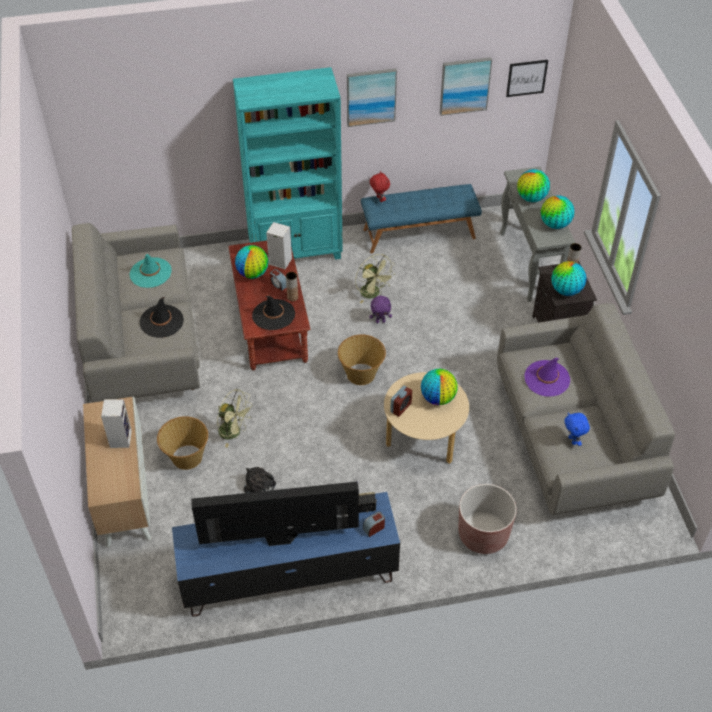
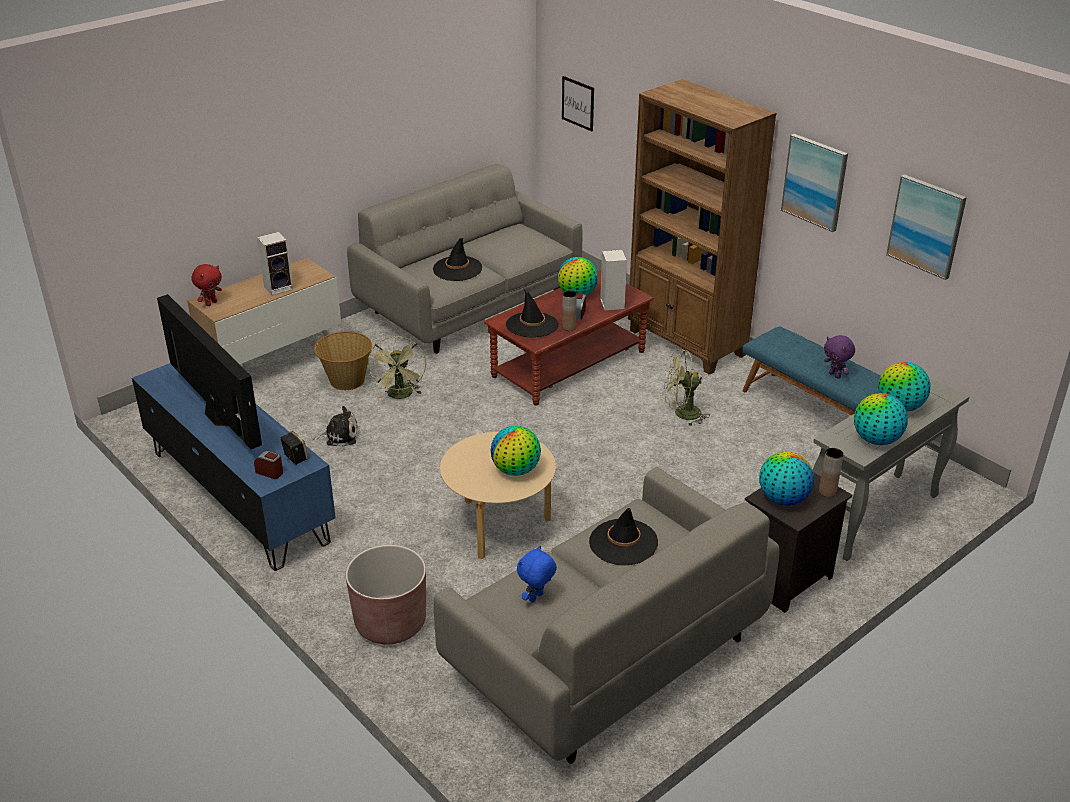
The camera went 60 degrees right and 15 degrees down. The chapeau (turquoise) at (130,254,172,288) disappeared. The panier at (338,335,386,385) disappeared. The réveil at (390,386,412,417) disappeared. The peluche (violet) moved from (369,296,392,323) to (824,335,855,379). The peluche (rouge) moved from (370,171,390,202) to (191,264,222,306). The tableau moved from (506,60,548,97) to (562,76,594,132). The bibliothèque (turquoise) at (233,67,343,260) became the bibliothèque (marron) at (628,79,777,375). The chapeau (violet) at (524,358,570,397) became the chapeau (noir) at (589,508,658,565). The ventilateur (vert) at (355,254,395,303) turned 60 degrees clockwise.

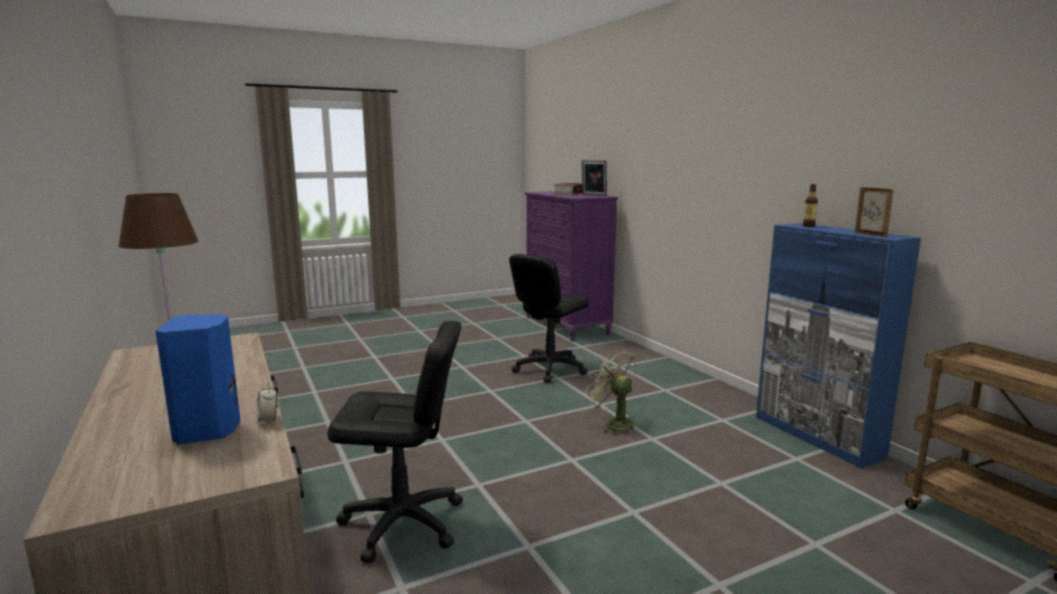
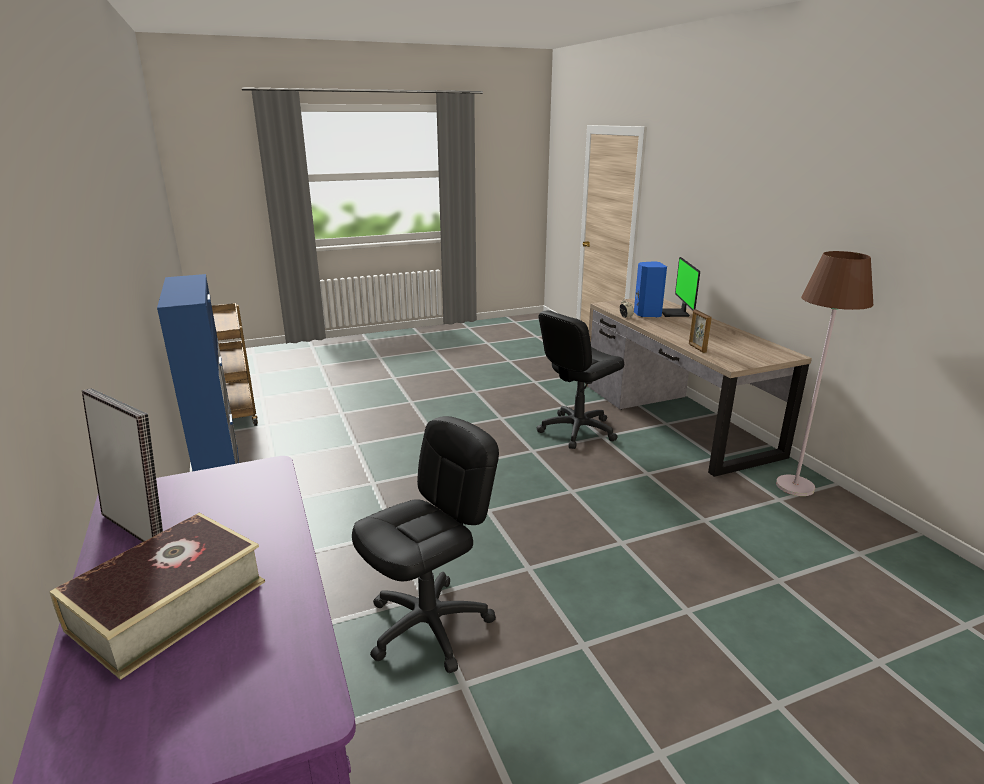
The camera went 175 degrees left and 10 degrees up. The ventilateur (vert) at (585,349,636,436) disappeared. The bouteille at (803,184,818,227) disappeared. The écran d'ordinateur at (662,257,700,317) appeared. The cadre photo moved from (855,187,893,237) to (689,309,712,353). The chaise de bureau (noir) at (327,321,463,563) turned 45 degrees counterclockwise.

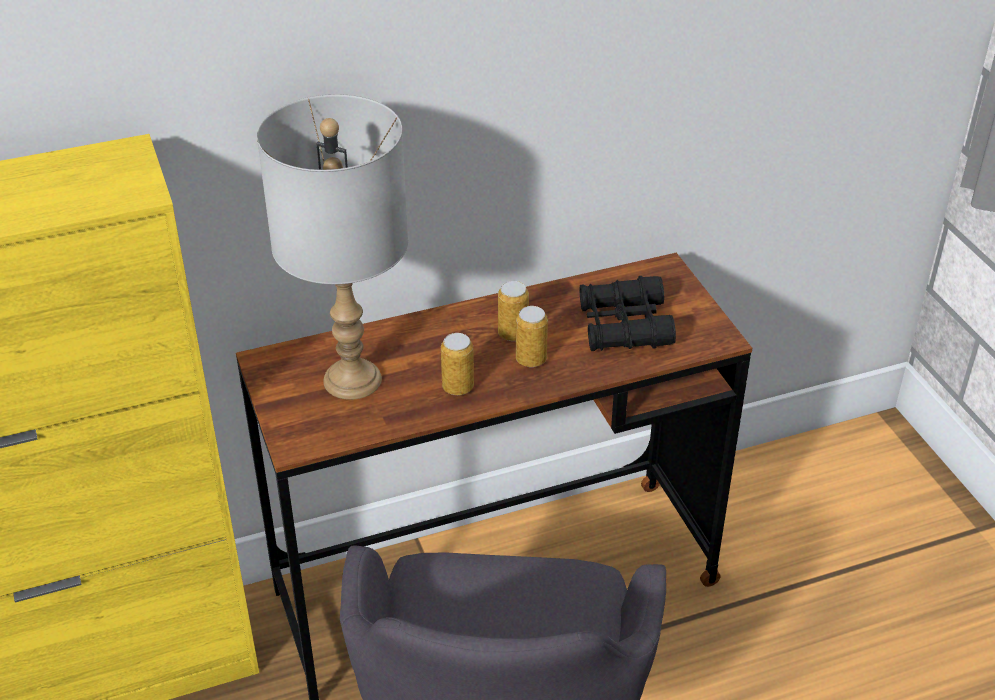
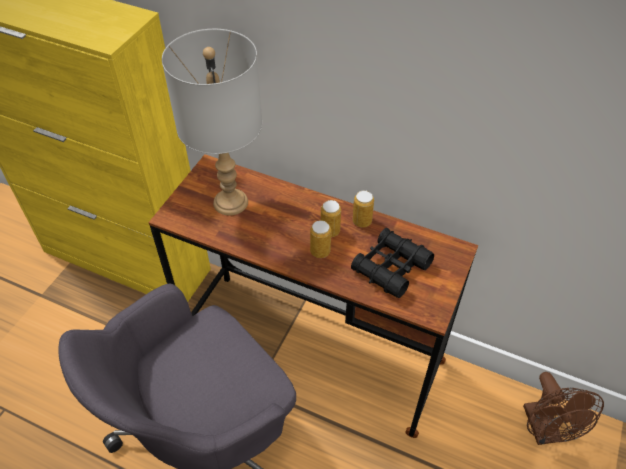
The camera went 45 degrees right and 10 degrees up. The ventilateur (marron) at (523,372,604,445) appeared. The boîte métallique moved from (441,333,474,395) to (353,190,374,227).

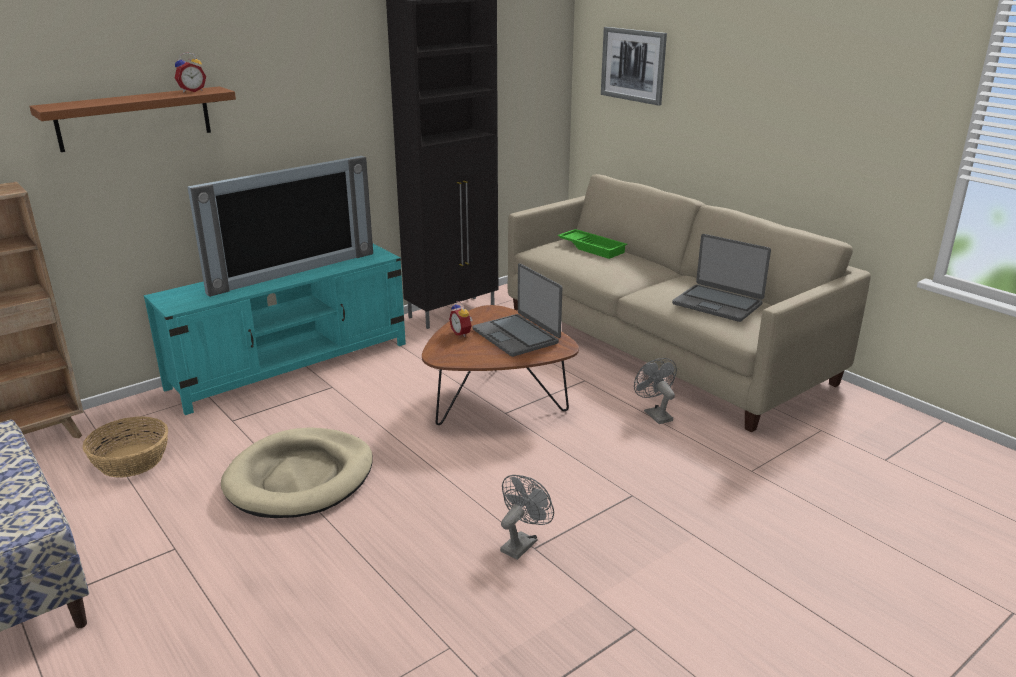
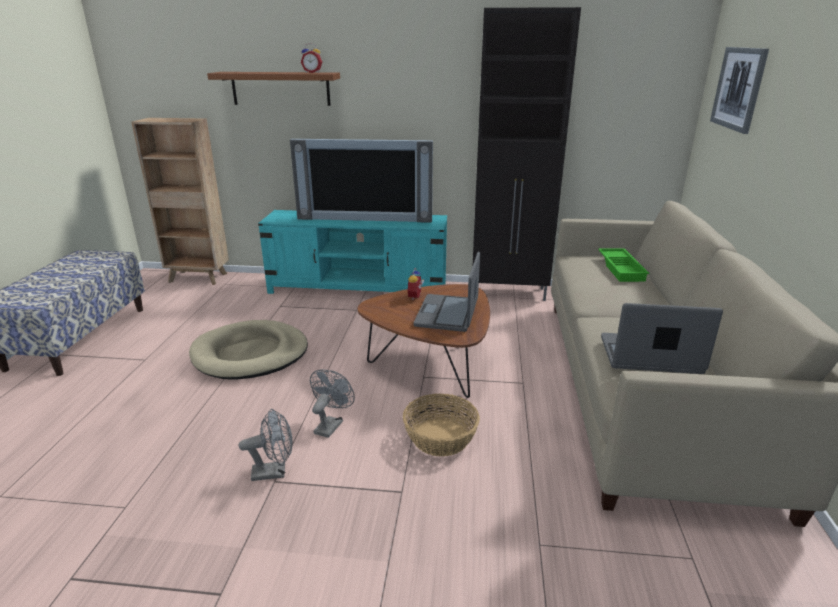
The camera went 45 degrees right and 0 degrees up. The panier moved from (83,417,168,478) to (403,394,480,456). The ventilateur (gris) moved from (634,358,677,424) to (310,369,355,438). The ordinateur portable at (672,234,771,322) turned 105 degrees clockwise.

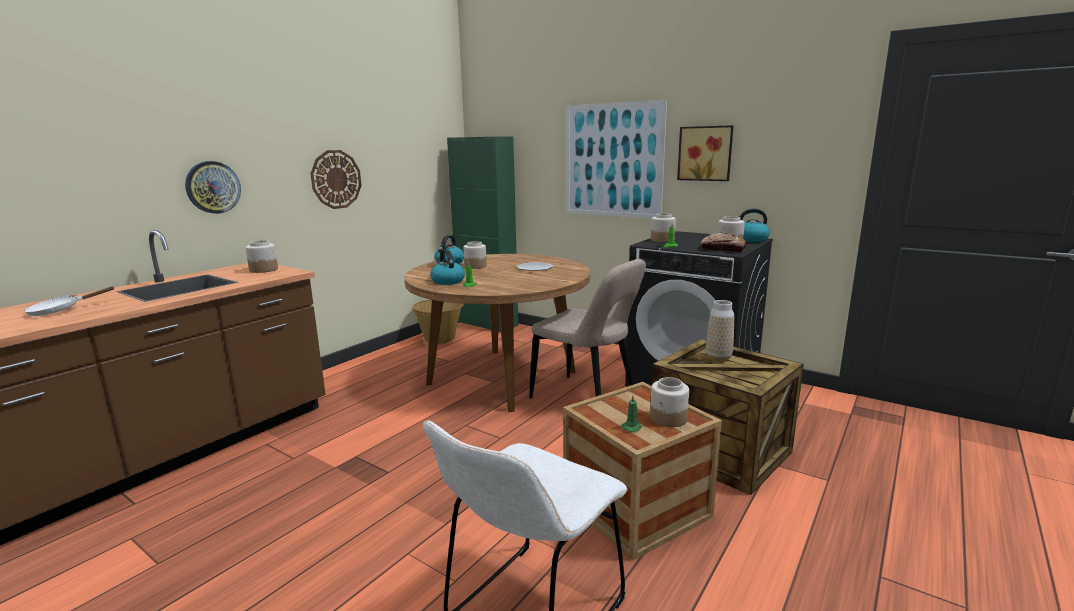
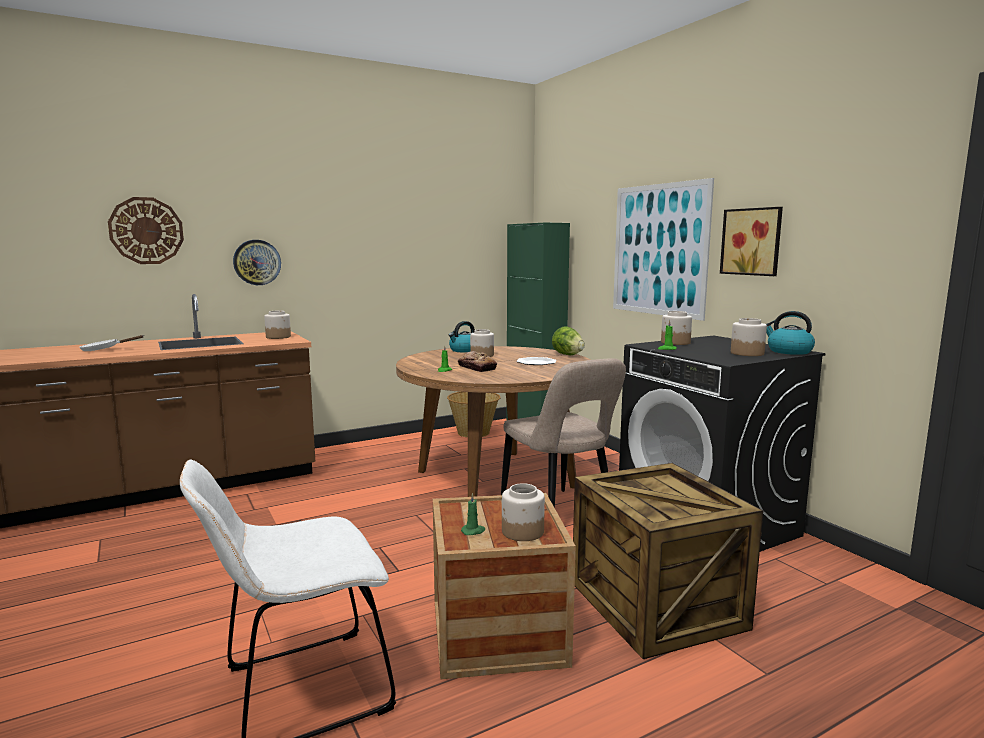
The camera went 25 degrees right and 5 degrees down. The bouilloire at (430,249,465,285) disappeared. The vase at (706,300,734,362) disappeared. The laitue at (552,326,585,355) appeared. The horloge murale moved from (310,150,362,209) to (108,197,184,264). The pain moved from (700,233,747,252) to (458,351,497,372).

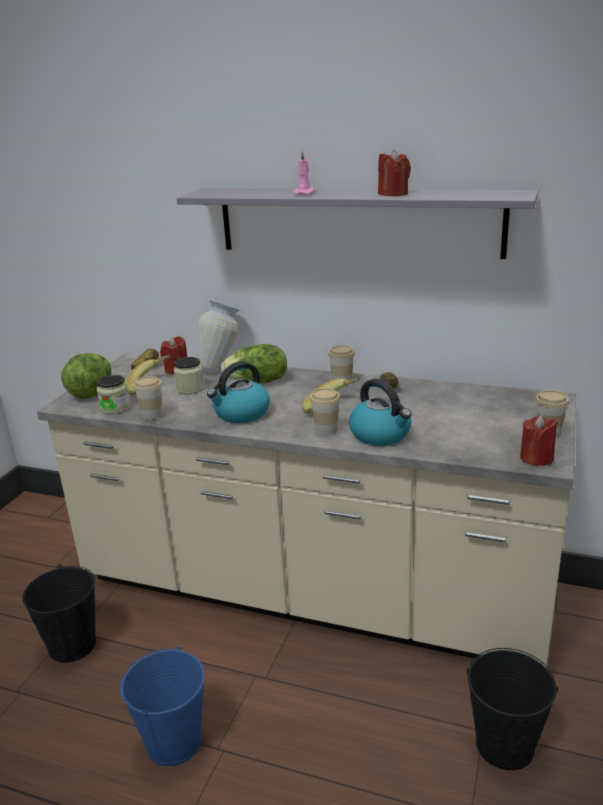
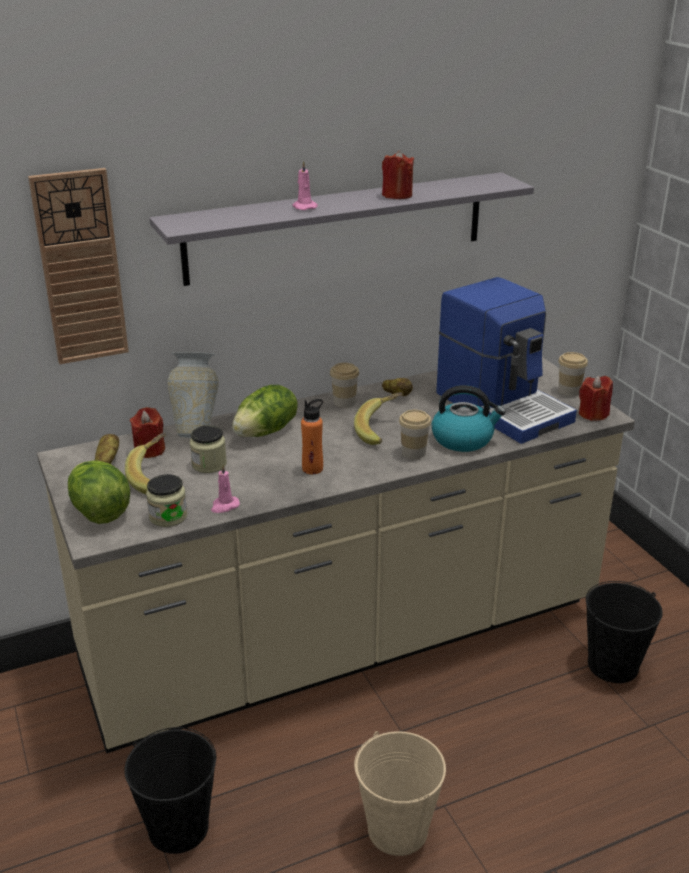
The camera went 45 degrees left and 5 degrees up. The horloge murale at (28,168,129,364) appeared. The machine à café at (436,277,577,444) appeared. The tasse at (133,376,163,420) was replaced by the bougie (rose) at (211,464,240,513). The bouilloire at (207,361,270,423) was replaced by the bouteille (orange) at (301,399,323,474). The seau (bleu) at (120,646,205,766) became the seau (beige) at (354,731,446,856).

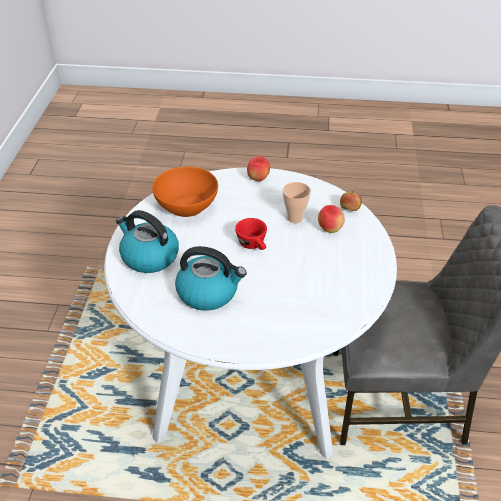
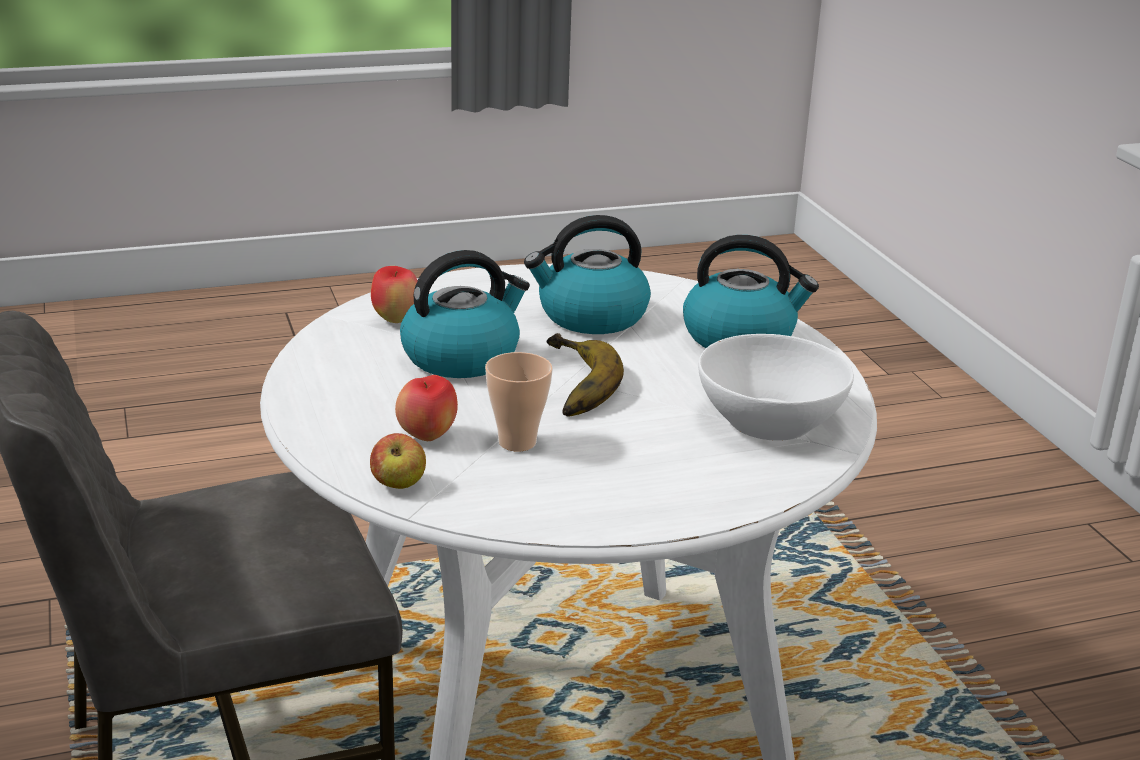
The camera went 155 degrees right and 15 degrees down. The bouilloire at (400,250,530,378) appeared. The pomme moved from (247,156,270,181) to (371,266,418,323). The tasse (rouge) at (235,218,267,250) was replaced by the banane at (547,333,624,416). The bol (orange) at (152,166,218,217) became the bol (blanc) at (698,334,854,441).

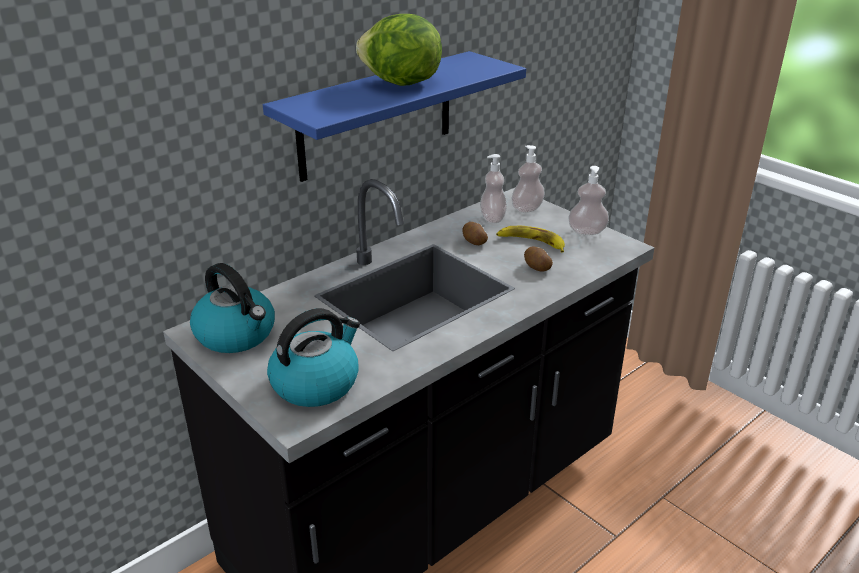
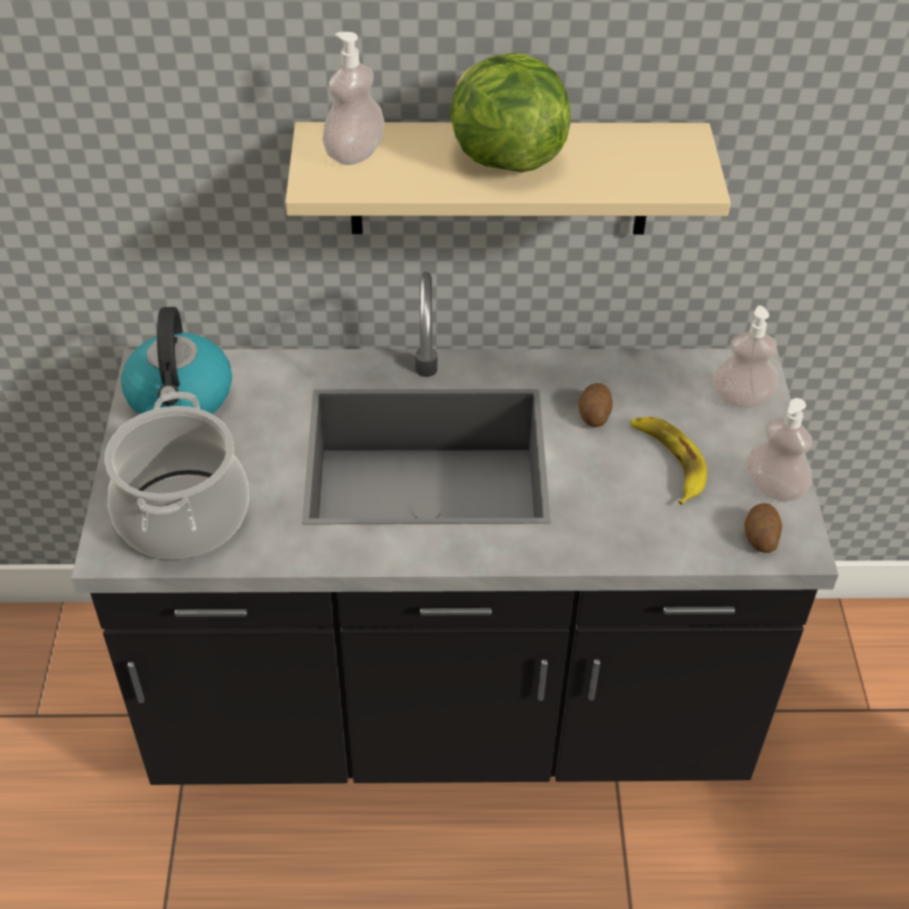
The camera went 40 degrees right and 15 degrees up. The distributeur de savon moved from (480,154,507,223) to (323,32,385,165). The pomme de terre moved from (524,246,553,272) to (744,503,782,553). The bouilloire at (267,308,360,407) was replaced by the marmite at (105,392,249,559). The étagère (bleu) at (263,51,526,182) became the étagère (beige) at (285,122,731,234).

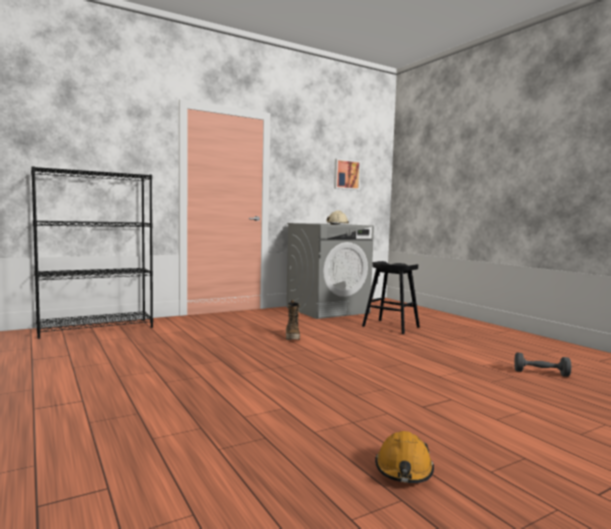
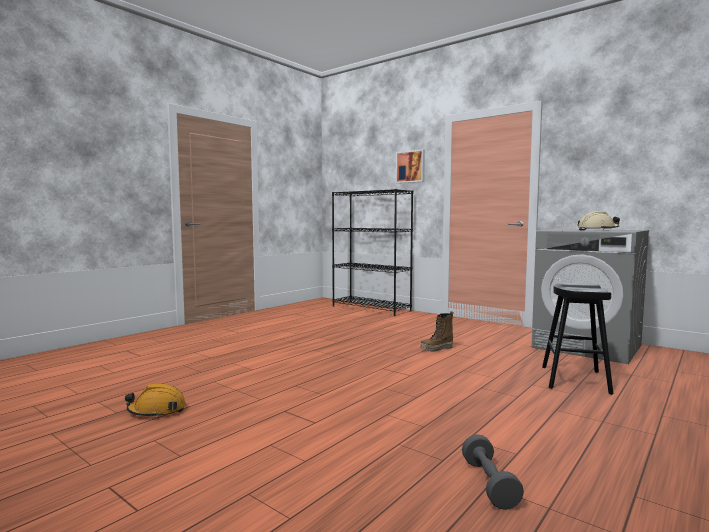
The camera went 70 degrees right and 0 degrees up. The tableau moved from (334,159,361,190) to (396,149,425,183).

